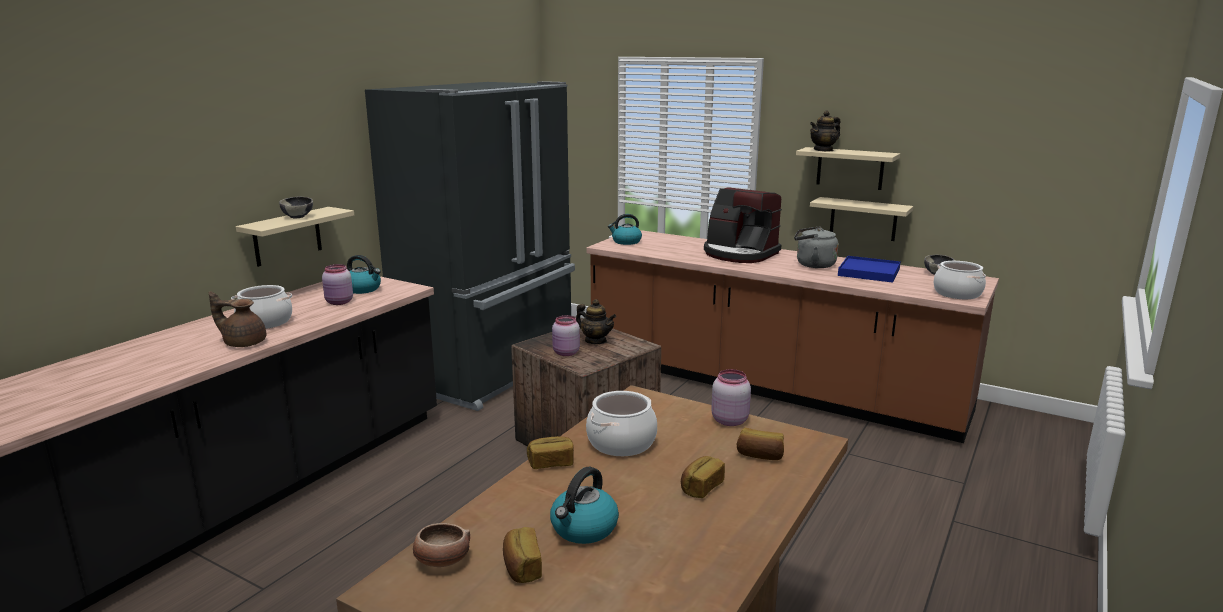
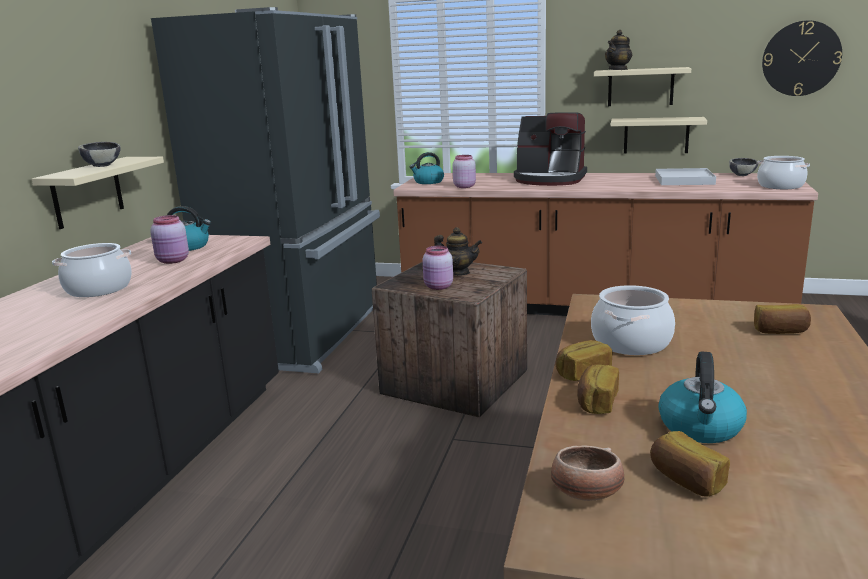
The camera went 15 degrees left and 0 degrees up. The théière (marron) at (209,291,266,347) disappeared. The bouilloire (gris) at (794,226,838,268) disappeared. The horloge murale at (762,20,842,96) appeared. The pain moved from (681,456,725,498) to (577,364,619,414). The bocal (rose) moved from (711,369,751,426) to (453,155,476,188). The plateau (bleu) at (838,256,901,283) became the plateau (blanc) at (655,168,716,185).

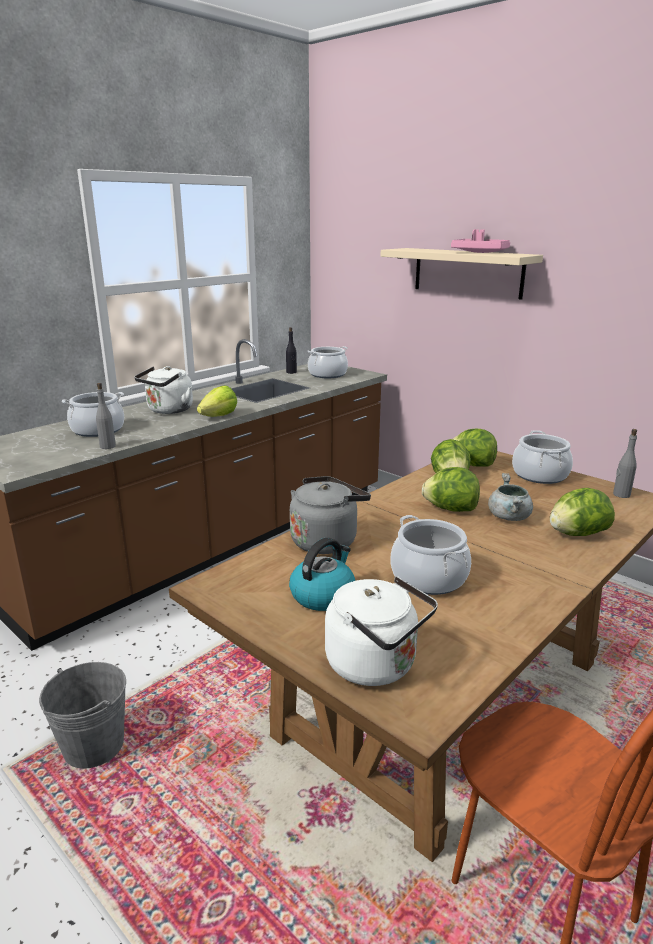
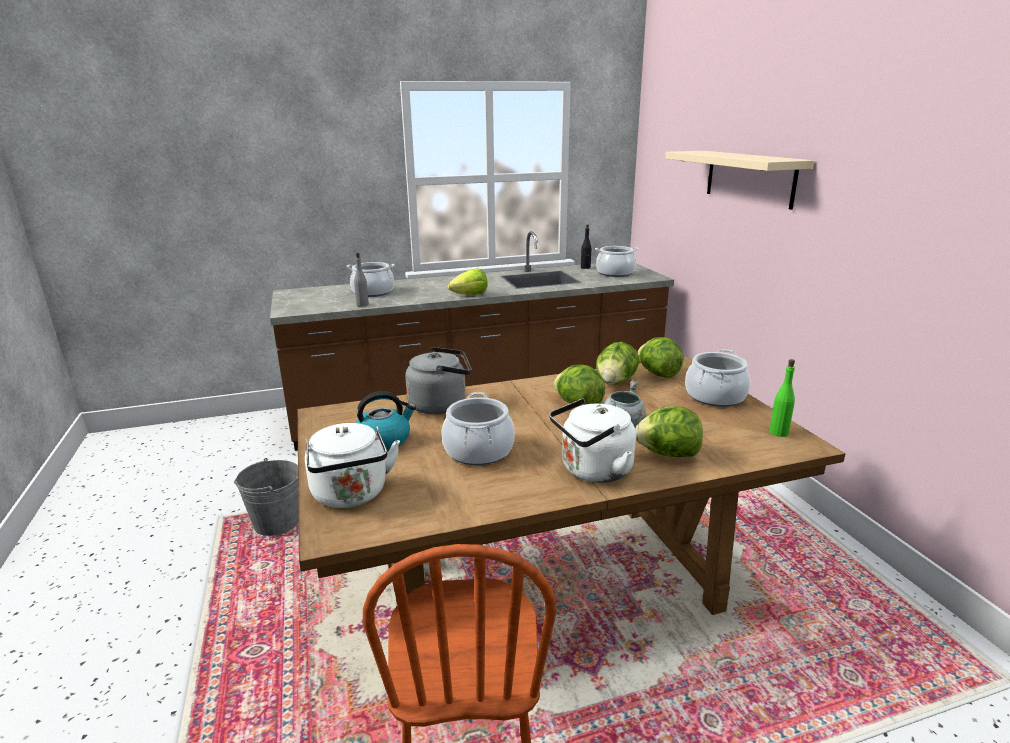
The camera went 30 degrees right and 0 degrees up. The plateau (rose) at (451,229,510,253) disappeared. The bouilloire (blanc) moved from (134,366,193,414) to (549,399,636,483). The bouteille (gris) at (613,429,637,498) became the bouteille (vert) at (769,359,795,437).

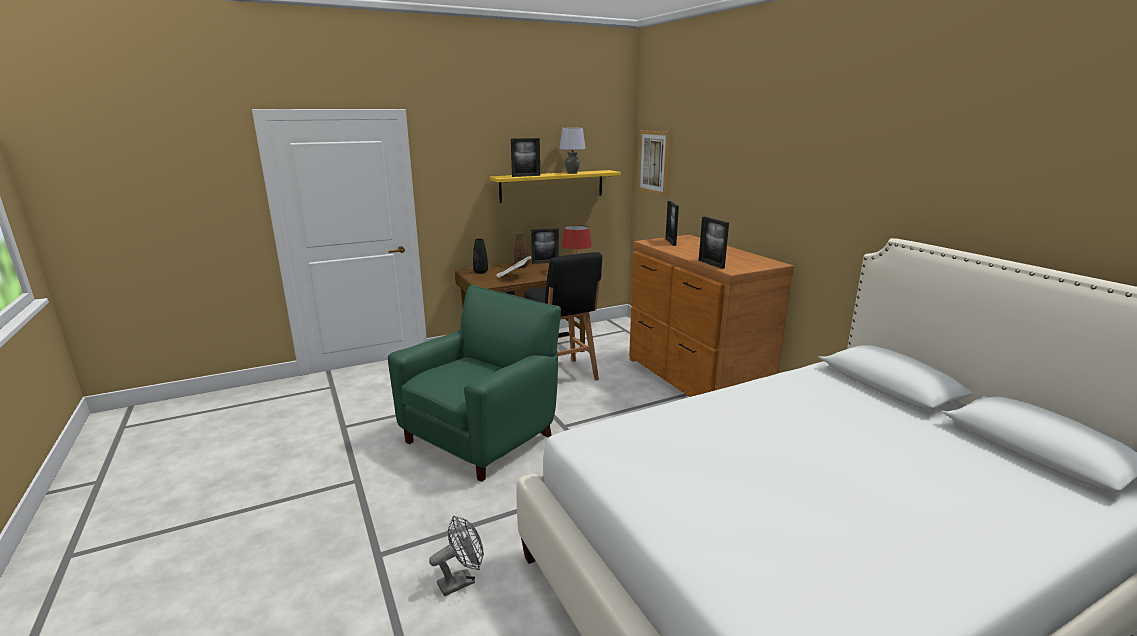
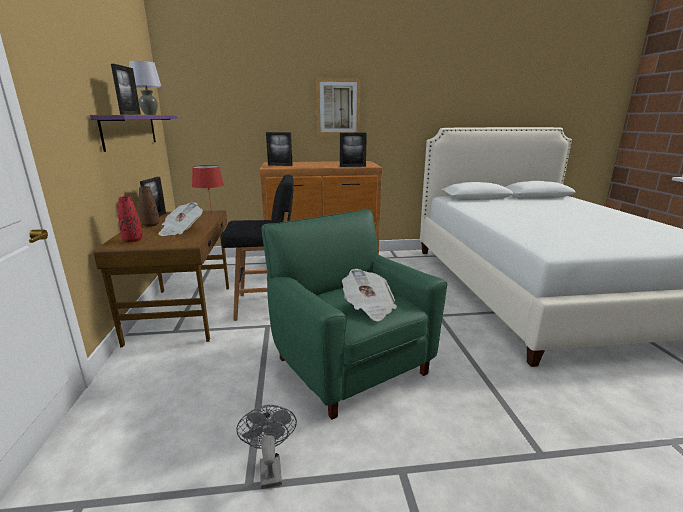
The camera went 70 degrees left and 0 degrees up. The journal at (342,269,397,321) appeared. The ventilateur (gris) moved from (429,516,484,596) to (236,405,297,489). The tableau moved from (637,130,670,196) to (316,78,360,135). The vase (noir) at (473,239,488,274) became the vase (rouge) at (118,196,143,242). The étagère (jaune) at (489,170,621,203) became the étagère (violet) at (90,115,177,152).

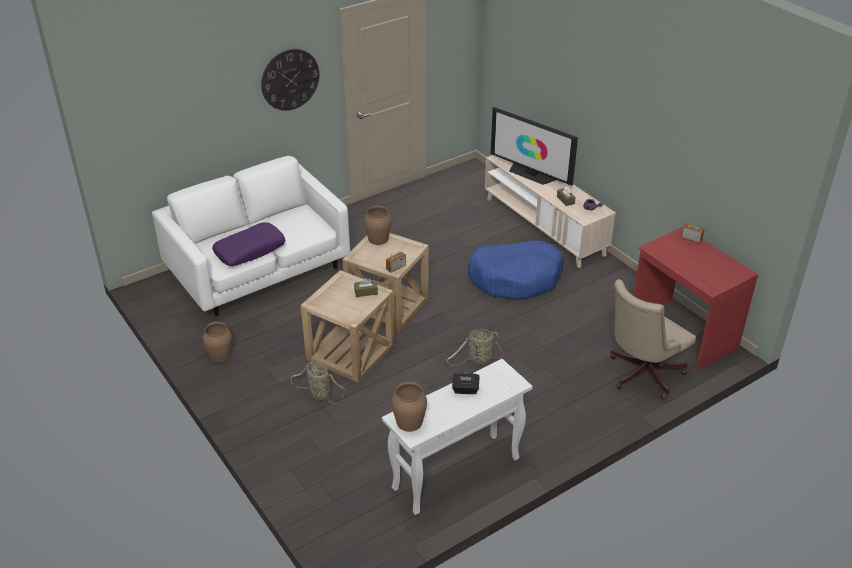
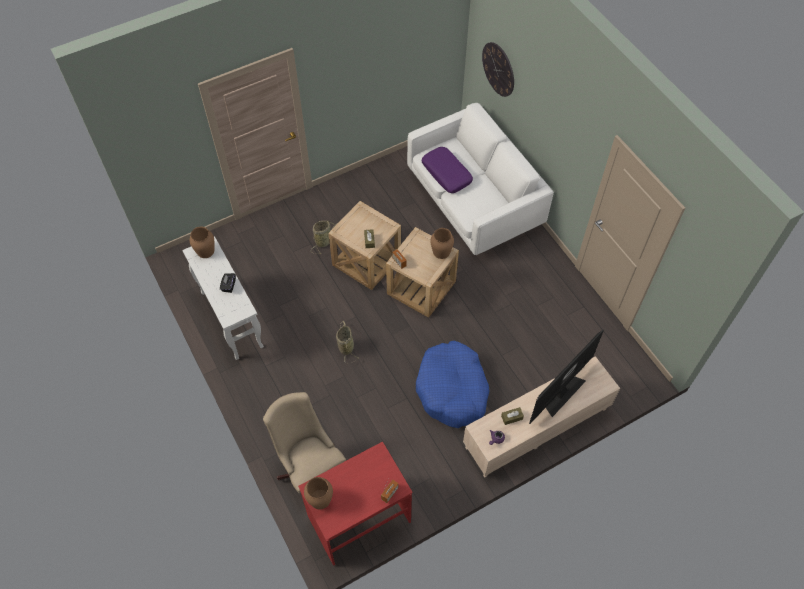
The camera went 95 degrees right and 20 degrees up. The vase (marron) moved from (203,322,232,362) to (304,477,333,509). The horloge murale moved from (261,49,319,111) to (482,42,514,97).

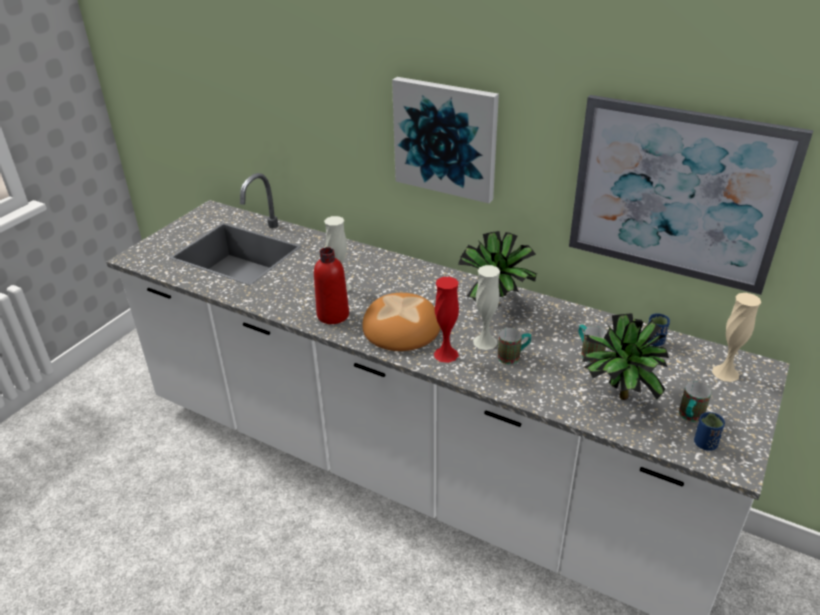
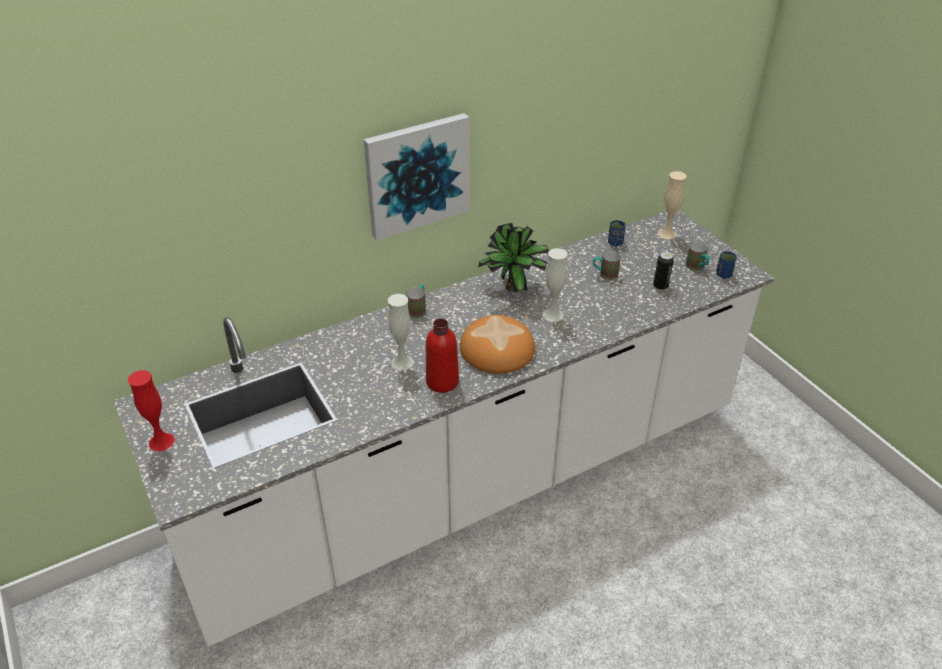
The camera went 60 degrees left and 5 degrees up. The tableau at (569,95,813,295) disappeared. The vase (rouge) moved from (434,277,459,363) to (128,370,175,451). The mug moved from (498,328,531,364) to (406,284,426,318). The plante en pot at (582,313,669,400) was replaced by the boîte métallique at (653,252,674,290).

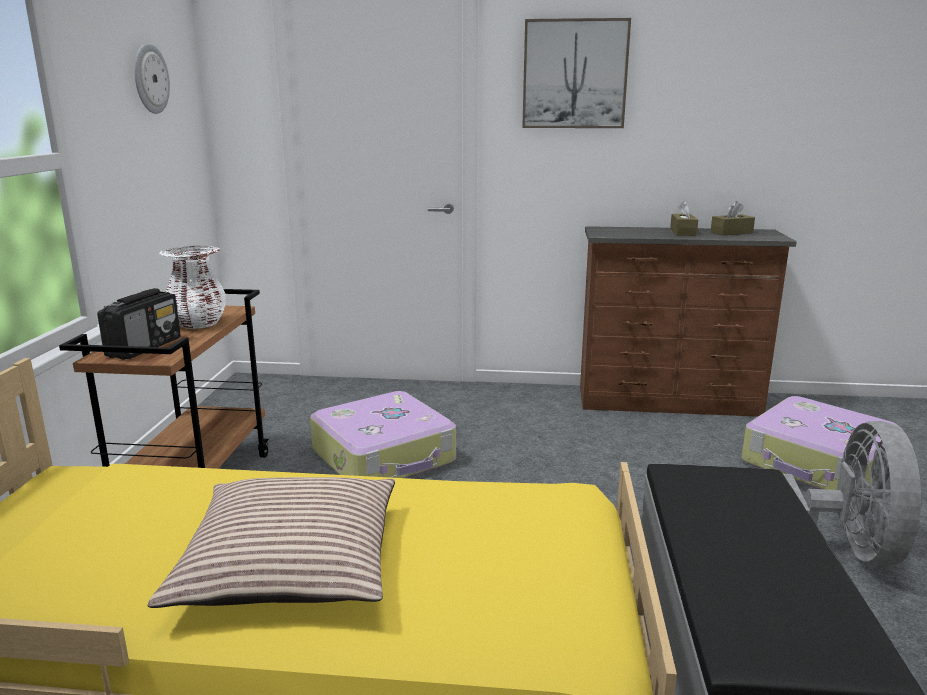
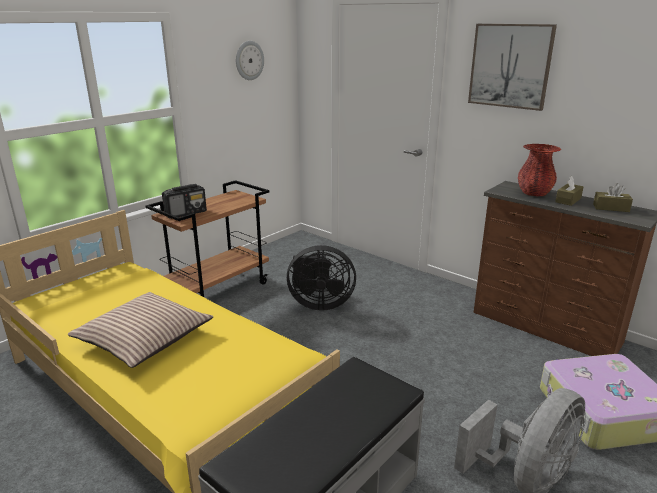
The camera went 35 degrees right and 5 degrees up. The vase (blanc) at (159,246,226,329) disappeared. The vase (rouge) at (518,144,562,196) appeared. The valise at (310,391,456,478) was replaced by the ventilateur (noir) at (287,245,356,311).

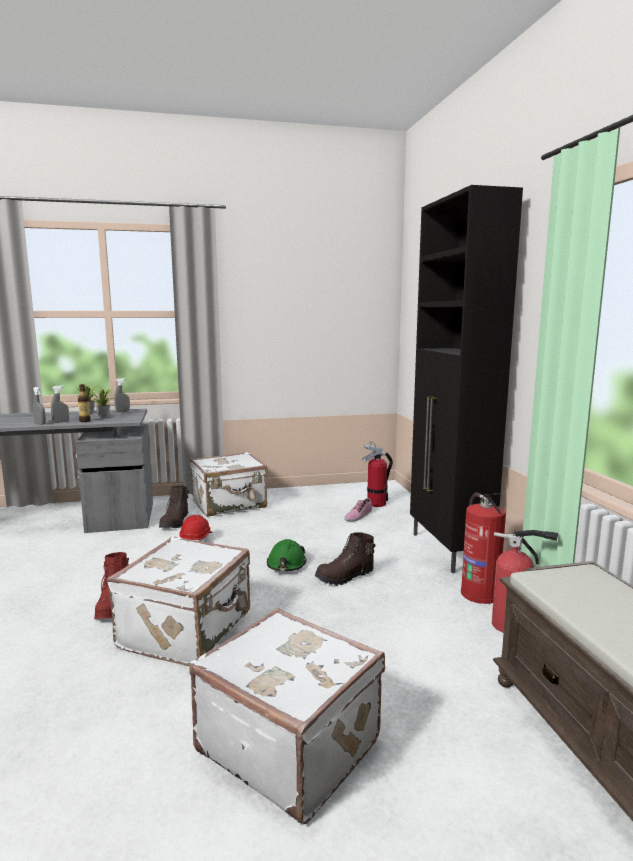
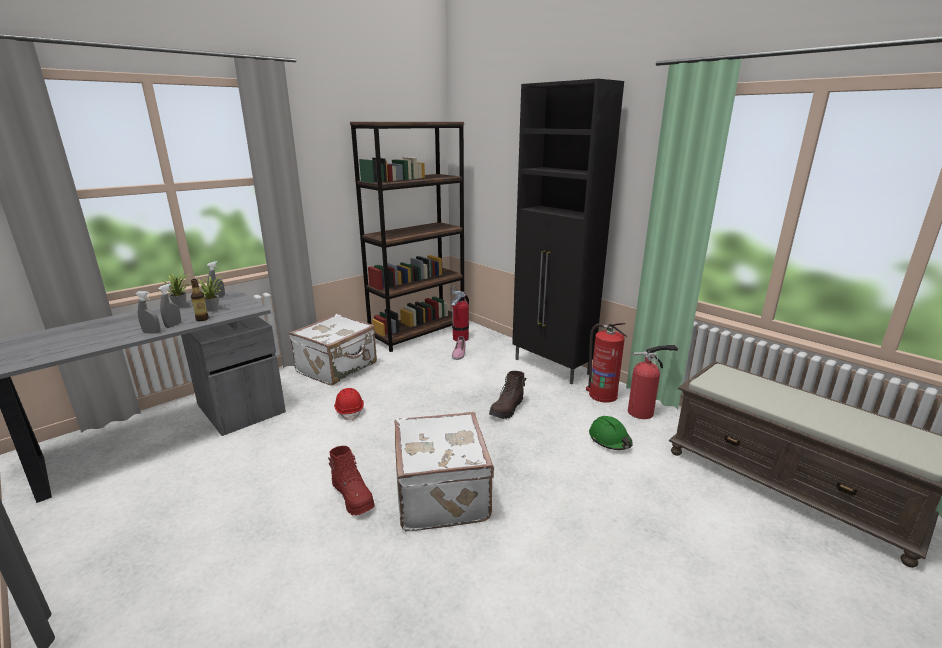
The camera went 30 degrees left and 10 degrees up. The botte (marron) at (159,486,189,528) disappeared. The valise (blanc) at (189,608,385,824) disappeared. The bibliothèque (marron) at (350,122,464,352) appeared. The casque de chantier (vert) moved from (267,539,307,571) to (589,416,633,450).

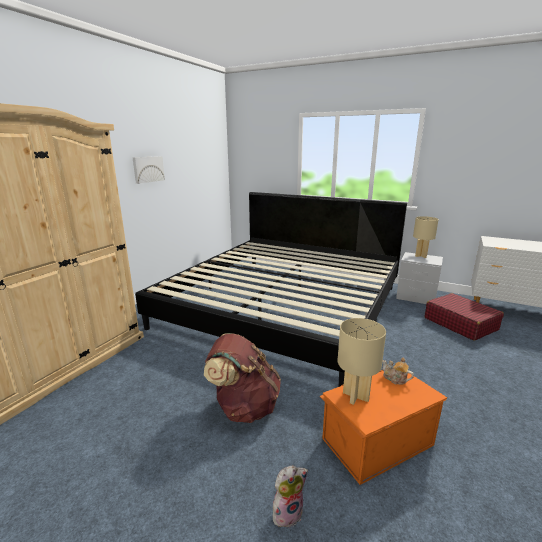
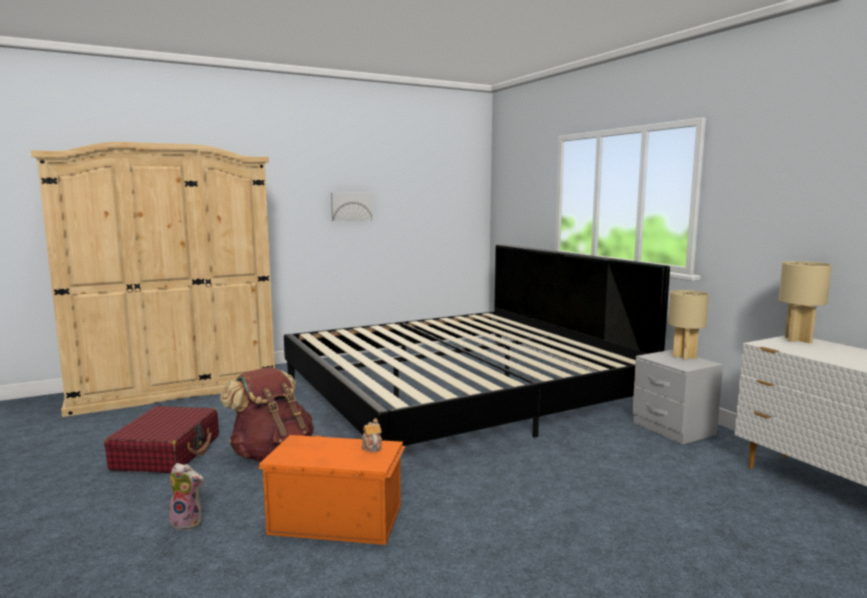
The camera went 35 degrees right and 10 degrees down. The lampe de table (beige) moved from (338,318,386,405) to (778,261,832,343). The valise (rouge) moved from (425,293,504,341) to (104,406,219,473).

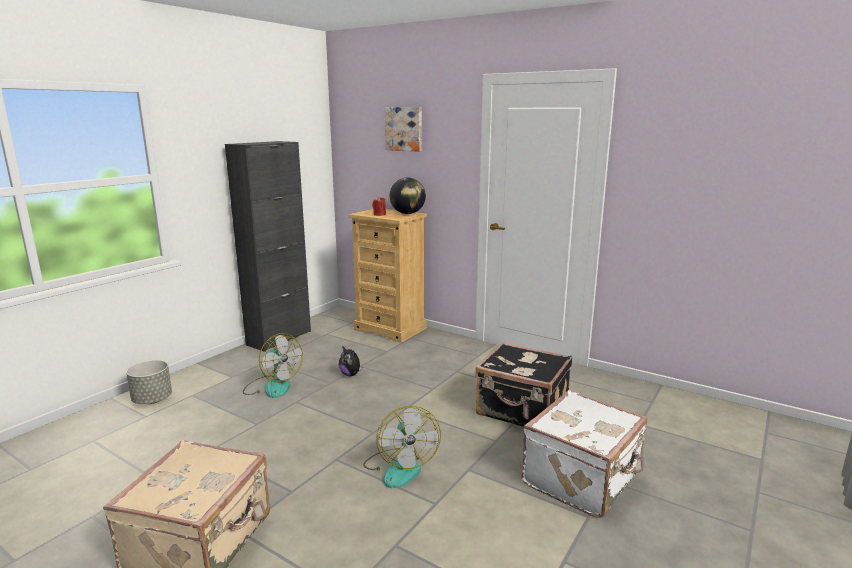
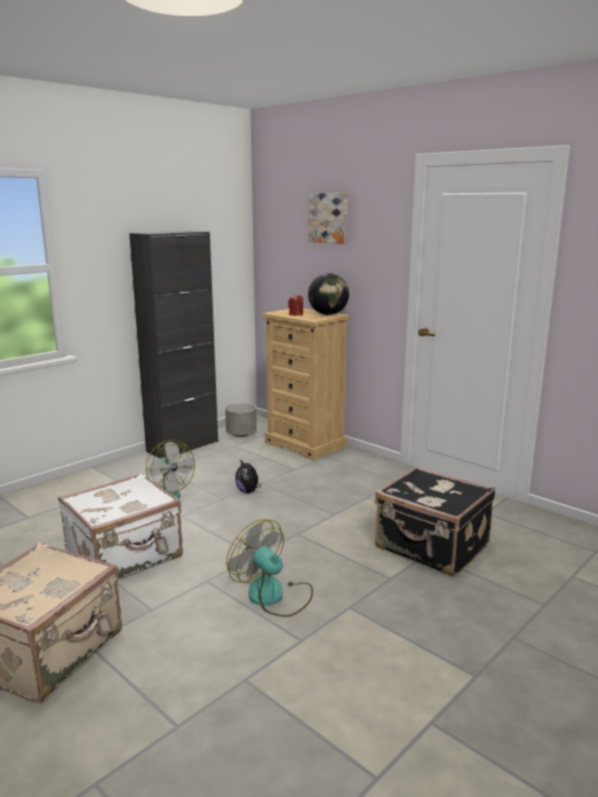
The camera went 10 degrees right and 0 degrees up. The cache-pot (gris) moved from (126,360,172,404) to (225,403,257,437). The valise (blanc) moved from (522,390,647,518) to (58,473,183,580). The ventilateur at (363,406,441,488) turned 135 degrees clockwise.

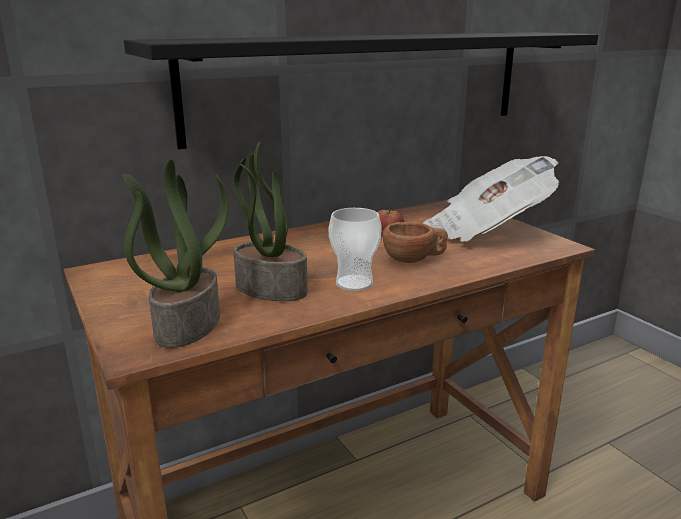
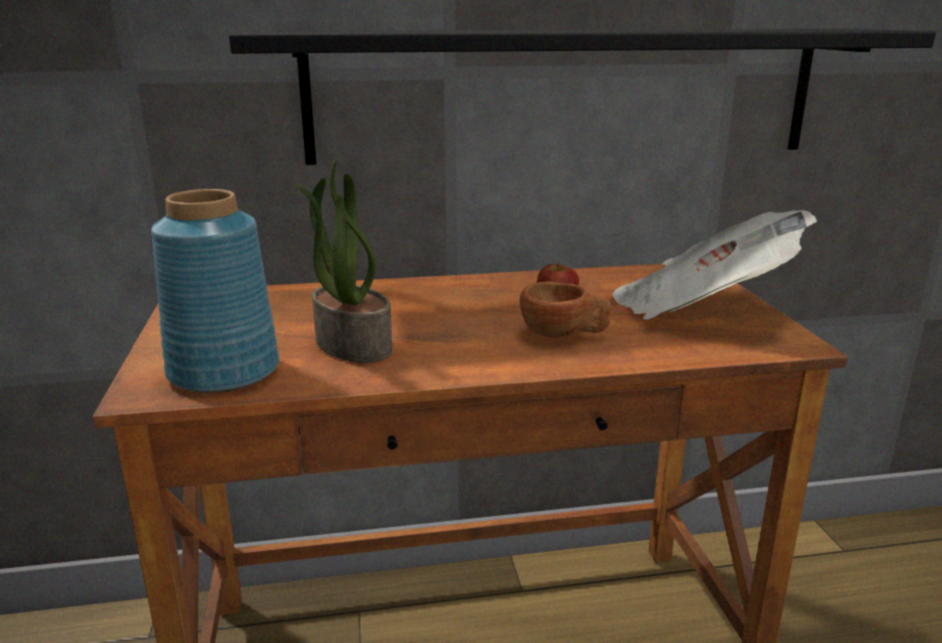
The camera went 20 degrees right and 0 degrees up. The tasse at (329,208,381,291) disappeared. The plante en pot at (122,159,228,348) was replaced by the vase (bleu) at (151,189,279,393).

